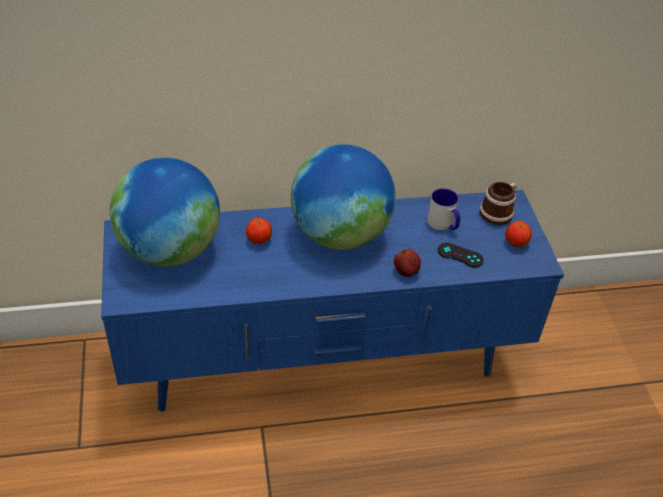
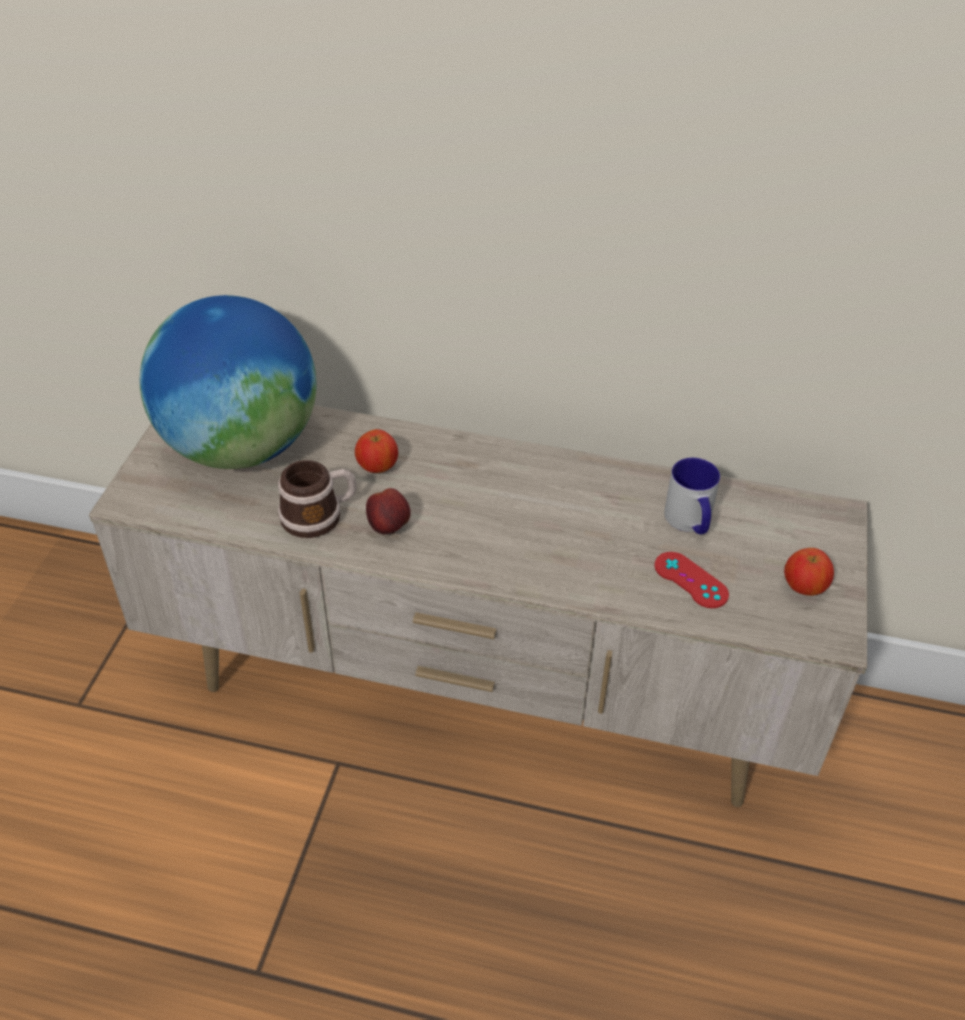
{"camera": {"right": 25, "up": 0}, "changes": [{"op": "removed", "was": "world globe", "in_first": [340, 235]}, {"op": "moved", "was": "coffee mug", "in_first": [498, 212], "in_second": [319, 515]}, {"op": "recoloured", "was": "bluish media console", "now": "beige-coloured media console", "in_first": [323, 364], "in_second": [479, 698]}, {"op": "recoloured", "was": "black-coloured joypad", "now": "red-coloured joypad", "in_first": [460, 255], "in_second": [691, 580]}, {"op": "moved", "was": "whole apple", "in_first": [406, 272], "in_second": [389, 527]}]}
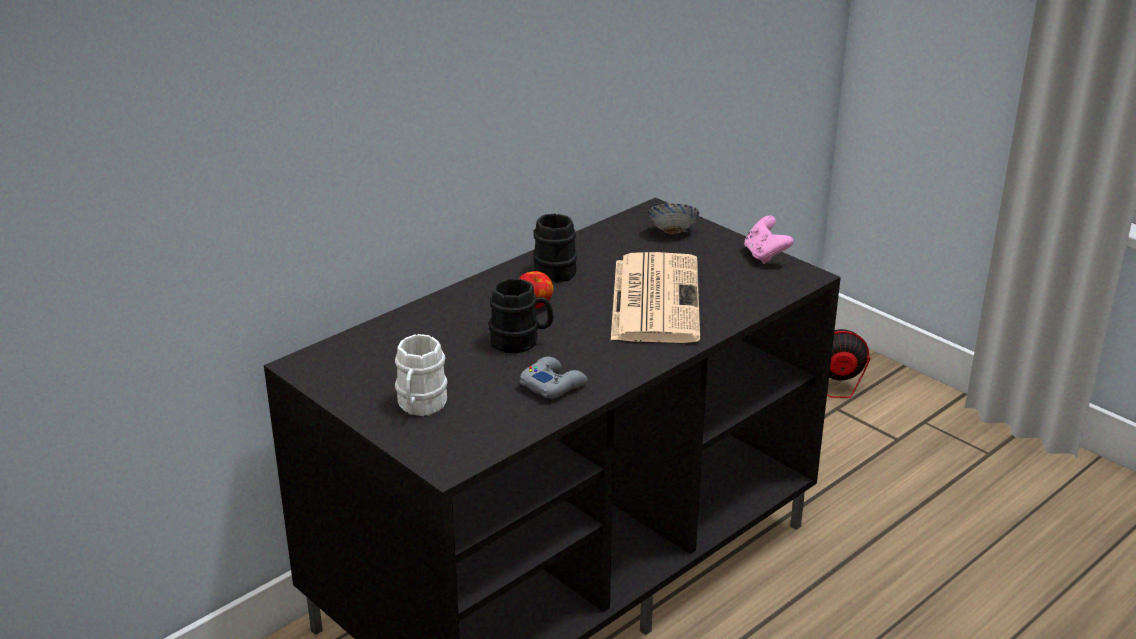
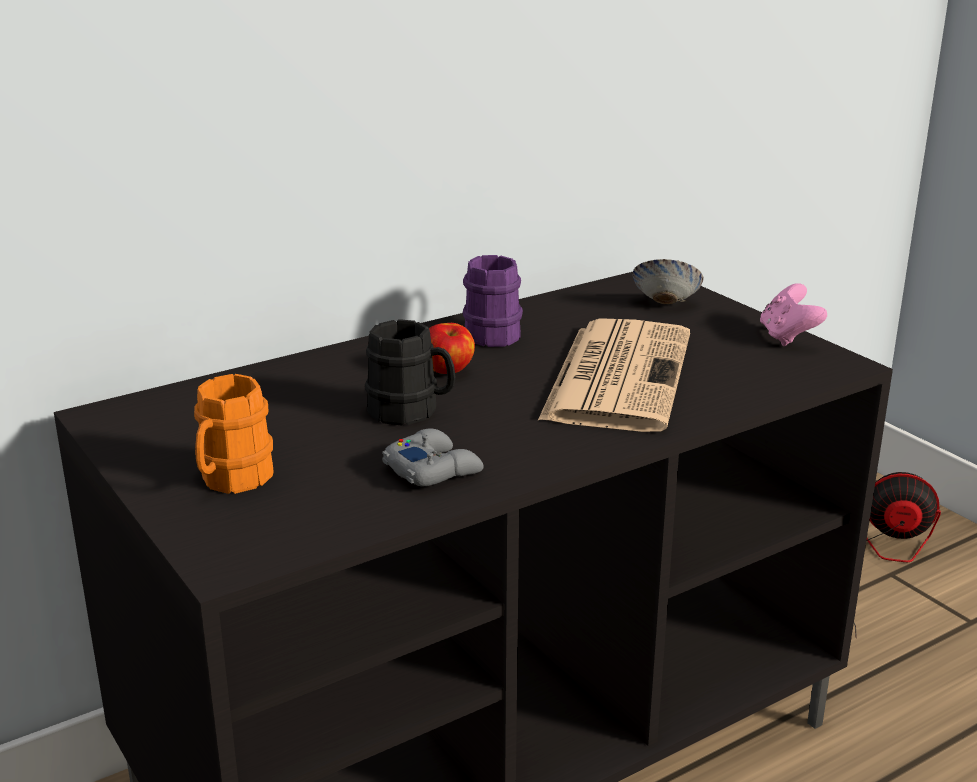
{"camera": {"right": 10, "up": -5}, "changes": [{"op": "recoloured", "was": "black-coloured coffee mug", "now": "purplish coffee mug", "in_first": [553, 269], "in_second": [491, 332]}, {"op": "recoloured", "was": "white coffee mug", "now": "orange-coloured coffee mug", "in_first": [420, 406], "in_second": [231, 480]}]}
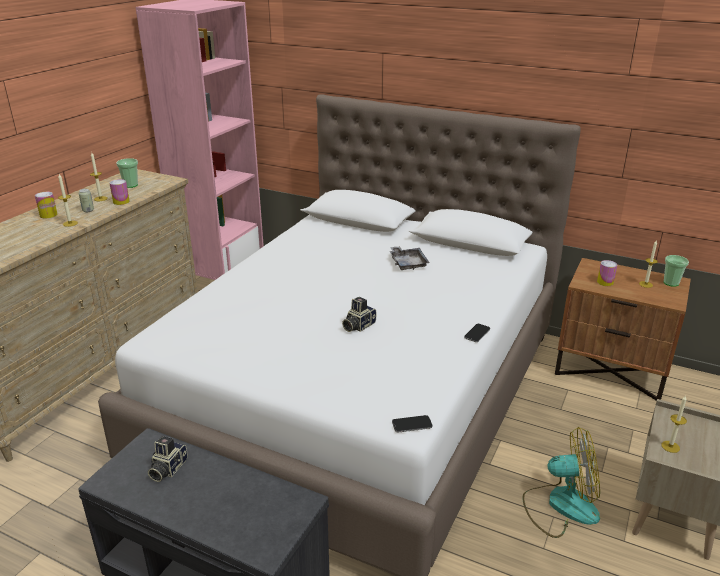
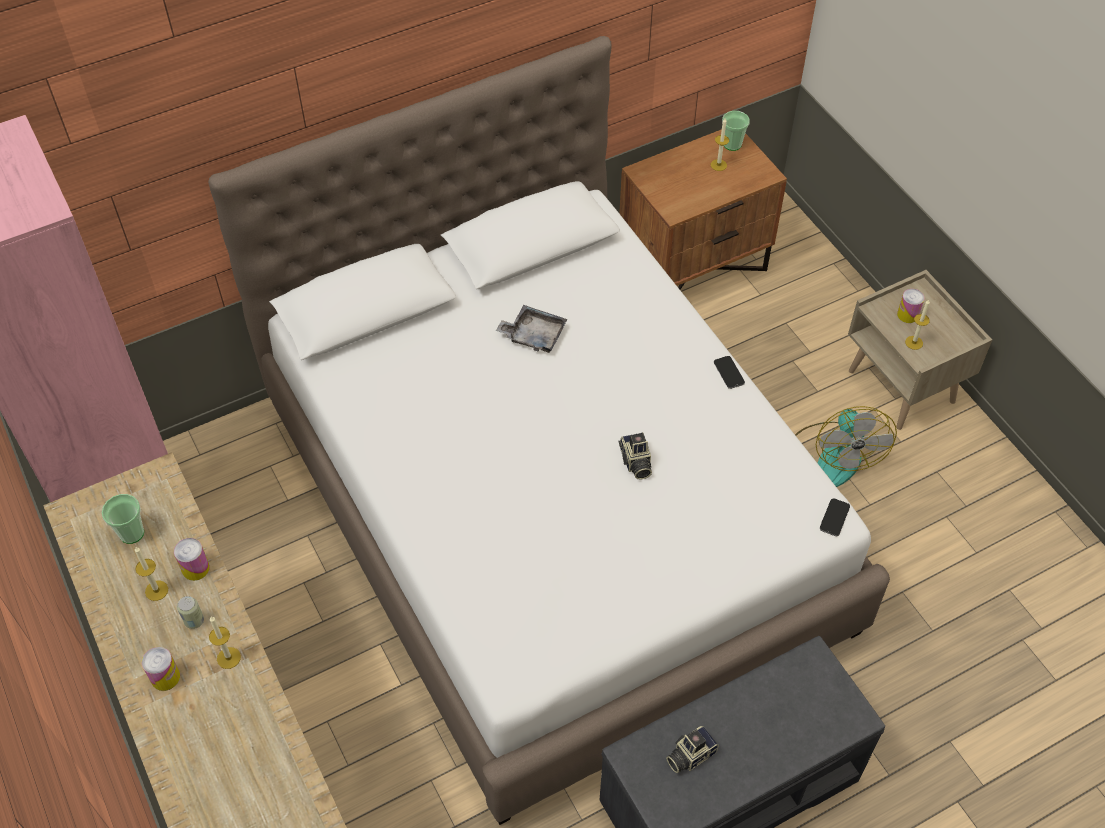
{"camera": {"right": -55, "up": 25}, "changes": [{"op": "moved", "was": "sealed can", "in_first": [605, 282], "in_second": [907, 315]}, {"op": "turned", "was": "cooling fan", "in_first": [560, 505], "in_second": [834, 455], "clockwise": 135}, {"op": "turned", "was": "photo camera", "in_first": [167, 469], "in_second": [689, 755], "clockwise": 90}]}
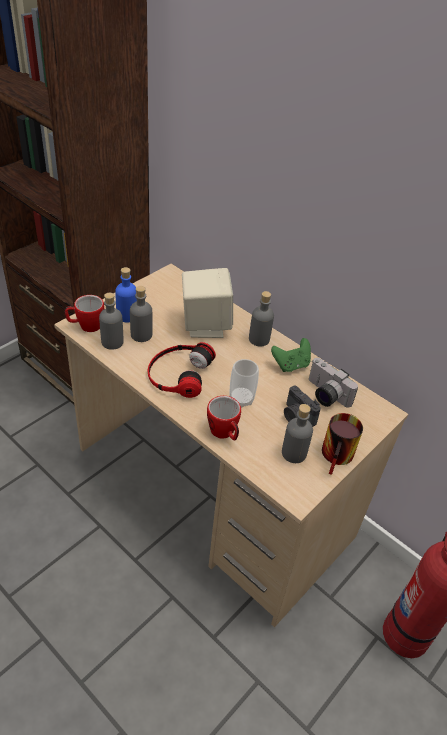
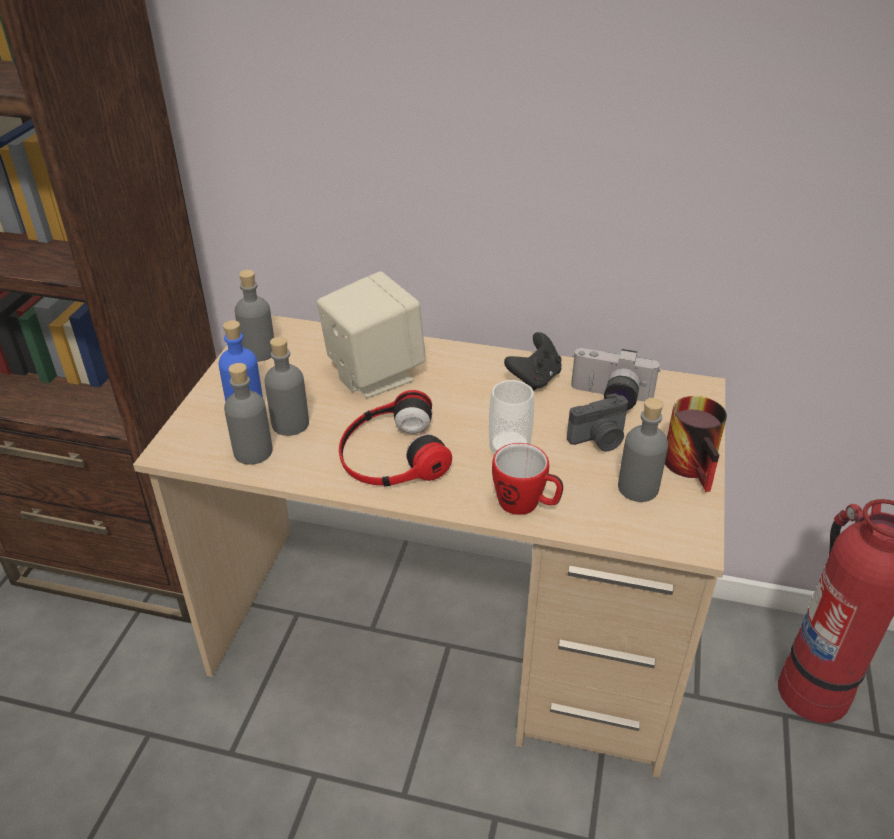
{"camera": {"right": -25, "up": -5}, "changes": [{"op": "moved", "was": "gray beverage bottle", "in_first": [259, 339], "in_second": [259, 352]}, {"op": "removed", "was": "coffee mug", "in_first": [86, 326]}, {"op": "recoloured", "was": "green-coloured joypad", "now": "black-coloured joypad", "in_first": [291, 365], "in_second": [534, 379]}, {"op": "turned", "was": "photo camera", "in_first": [296, 416], "in_second": [599, 440], "clockwise": -45}]}
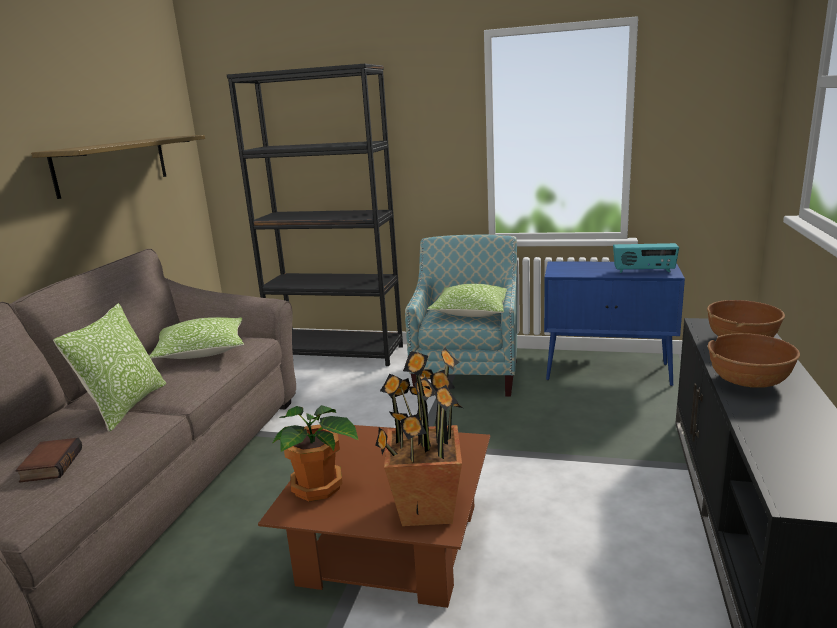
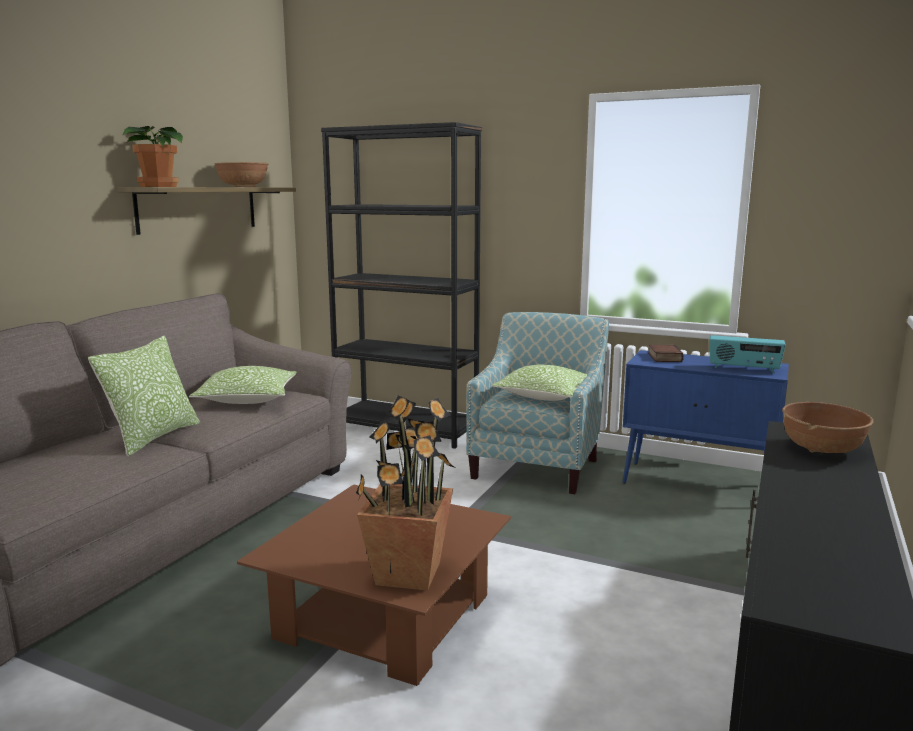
{"camera": {"right": 10, "up": -5}, "changes": [{"op": "moved", "was": "brownish deep dish", "in_first": [748, 382], "in_second": [243, 187]}, {"op": "moved", "was": "houseplant", "in_first": [318, 488], "in_second": [158, 186]}, {"op": "moved", "was": "bound book", "in_first": [50, 465], "in_second": [663, 357]}]}
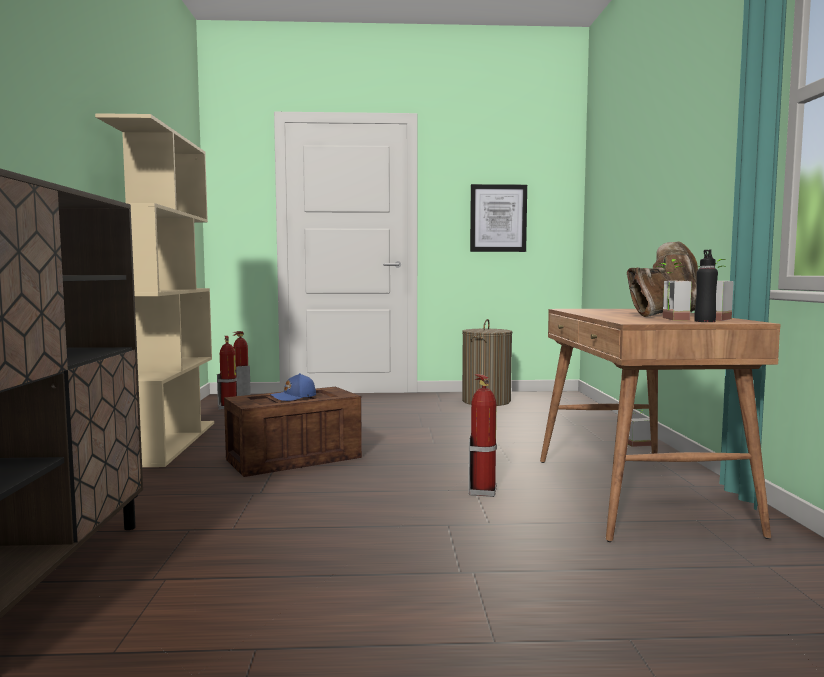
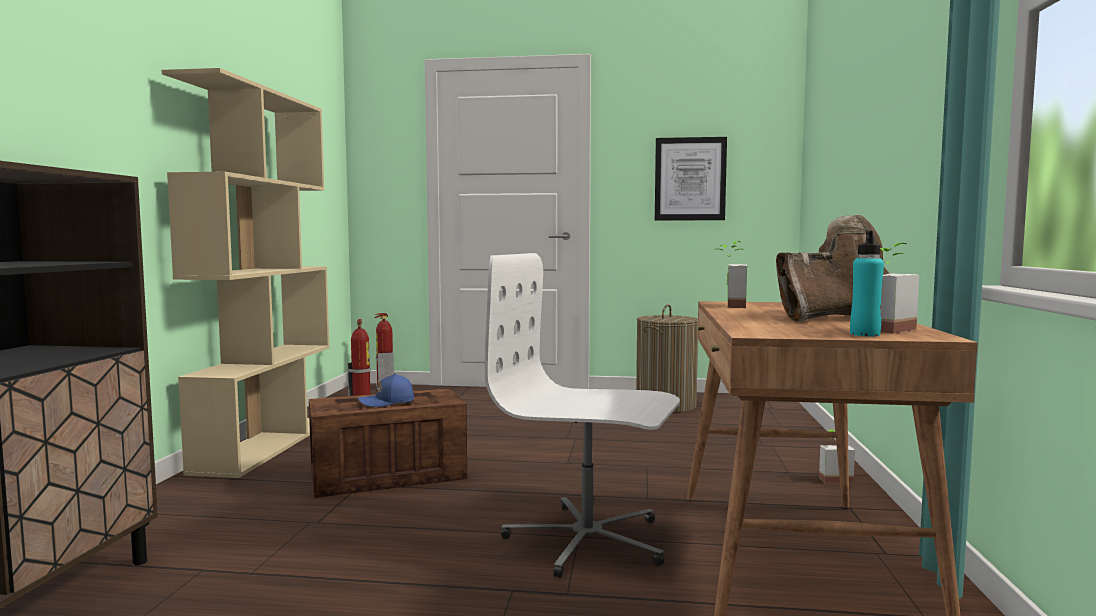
{"camera": {"right": 10, "up": 0}, "changes": [{"op": "recoloured", "was": "black-coloured beverage bottle", "now": "turquoise-coloured beverage bottle", "in_first": [704, 321], "in_second": [865, 334]}, {"op": "moved", "was": "houseplant", "in_first": [668, 319], "in_second": [728, 306]}, {"op": "replaced", "was": "fire extinguisher", "now": "white computer chair", "in_first": [483, 491], "in_second": [587, 540]}]}
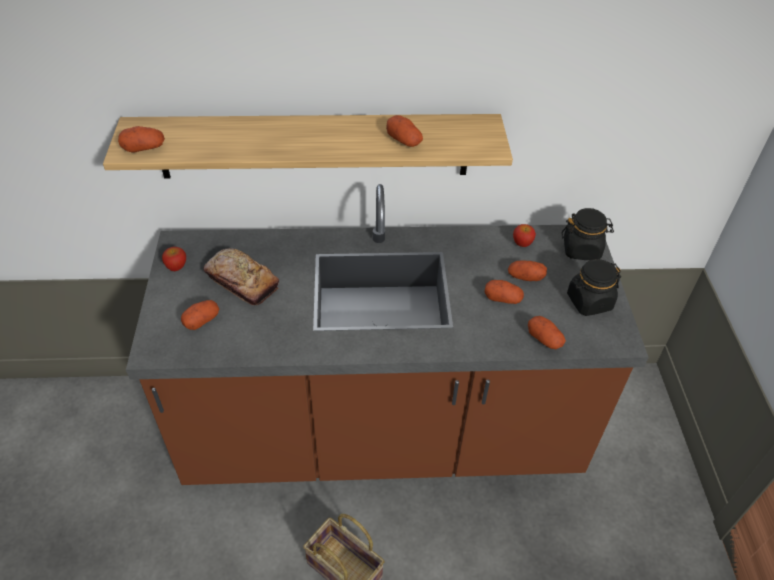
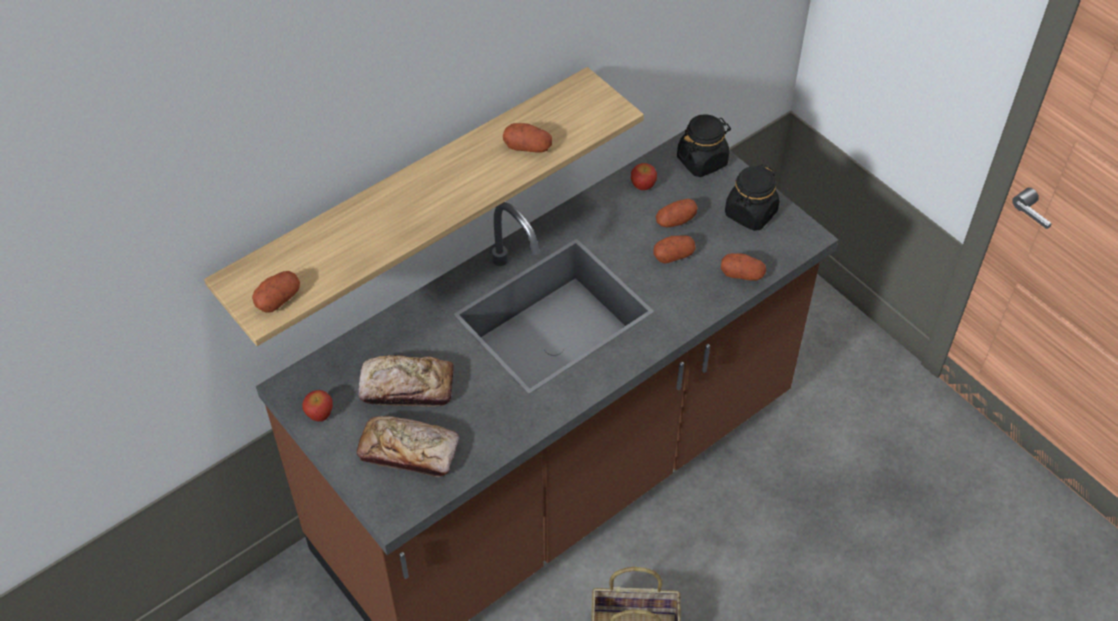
{"camera": {"right": -35, "up": 5}, "changes": [{"op": "replaced", "was": "potato", "now": "bread", "in_first": [202, 320], "in_second": [409, 452]}]}
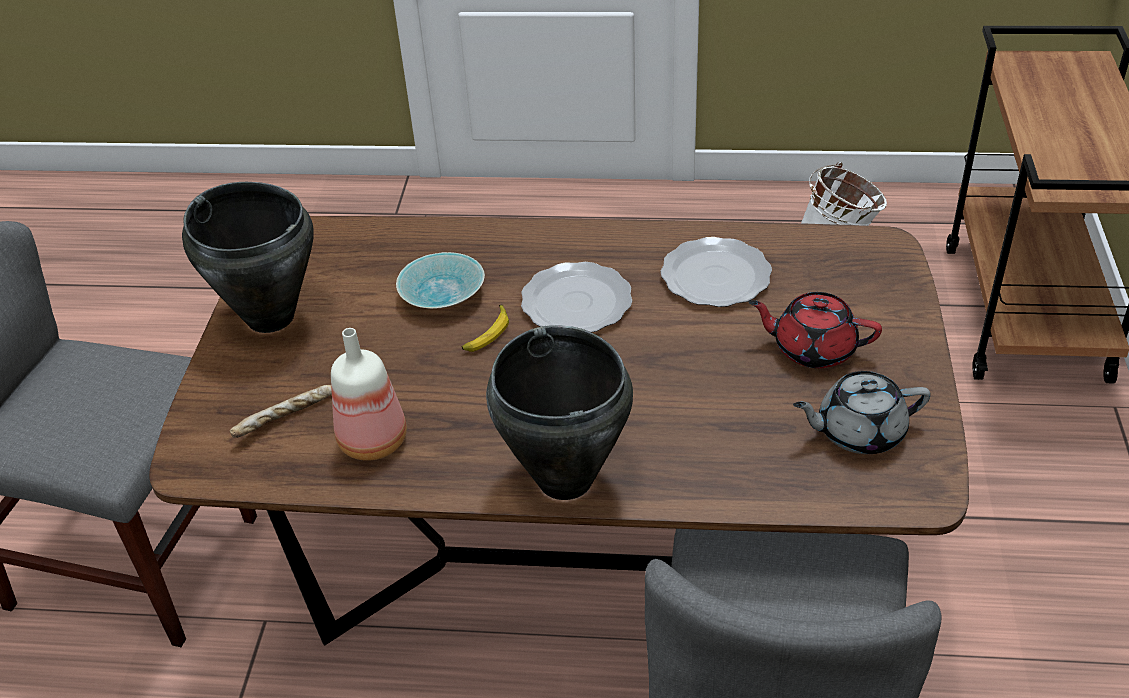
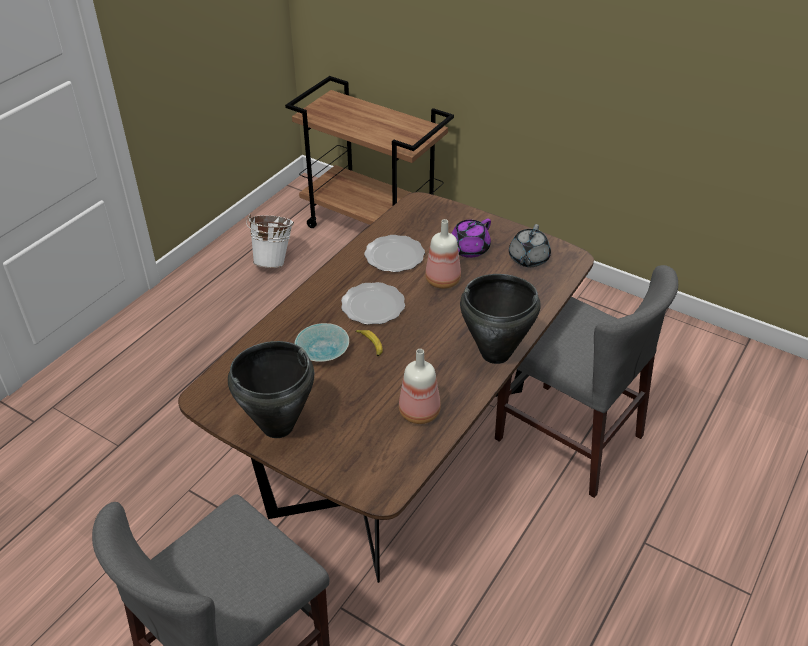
{"camera": {"right": -65, "up": 0}, "changes": [{"op": "recoloured", "was": "red-coloured teapot", "now": "purplish teapot", "in_first": [812, 348], "in_second": [468, 249]}, {"op": "removed", "was": "bread", "in_first": [286, 419]}, {"op": "added", "now": "beverage bottle", "in_second": [444, 280]}]}
